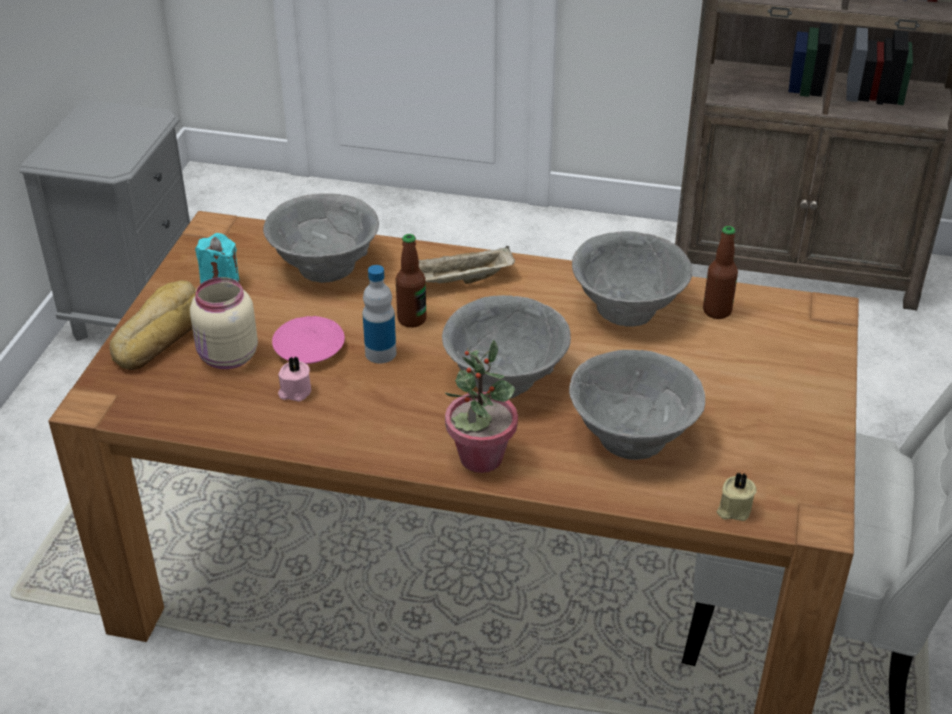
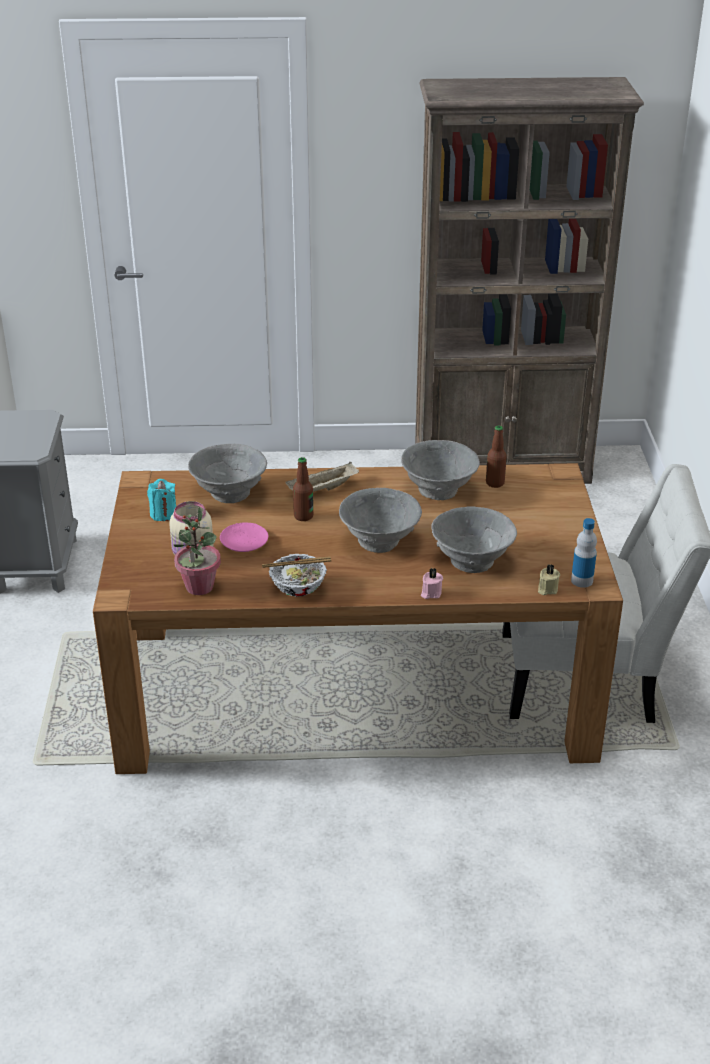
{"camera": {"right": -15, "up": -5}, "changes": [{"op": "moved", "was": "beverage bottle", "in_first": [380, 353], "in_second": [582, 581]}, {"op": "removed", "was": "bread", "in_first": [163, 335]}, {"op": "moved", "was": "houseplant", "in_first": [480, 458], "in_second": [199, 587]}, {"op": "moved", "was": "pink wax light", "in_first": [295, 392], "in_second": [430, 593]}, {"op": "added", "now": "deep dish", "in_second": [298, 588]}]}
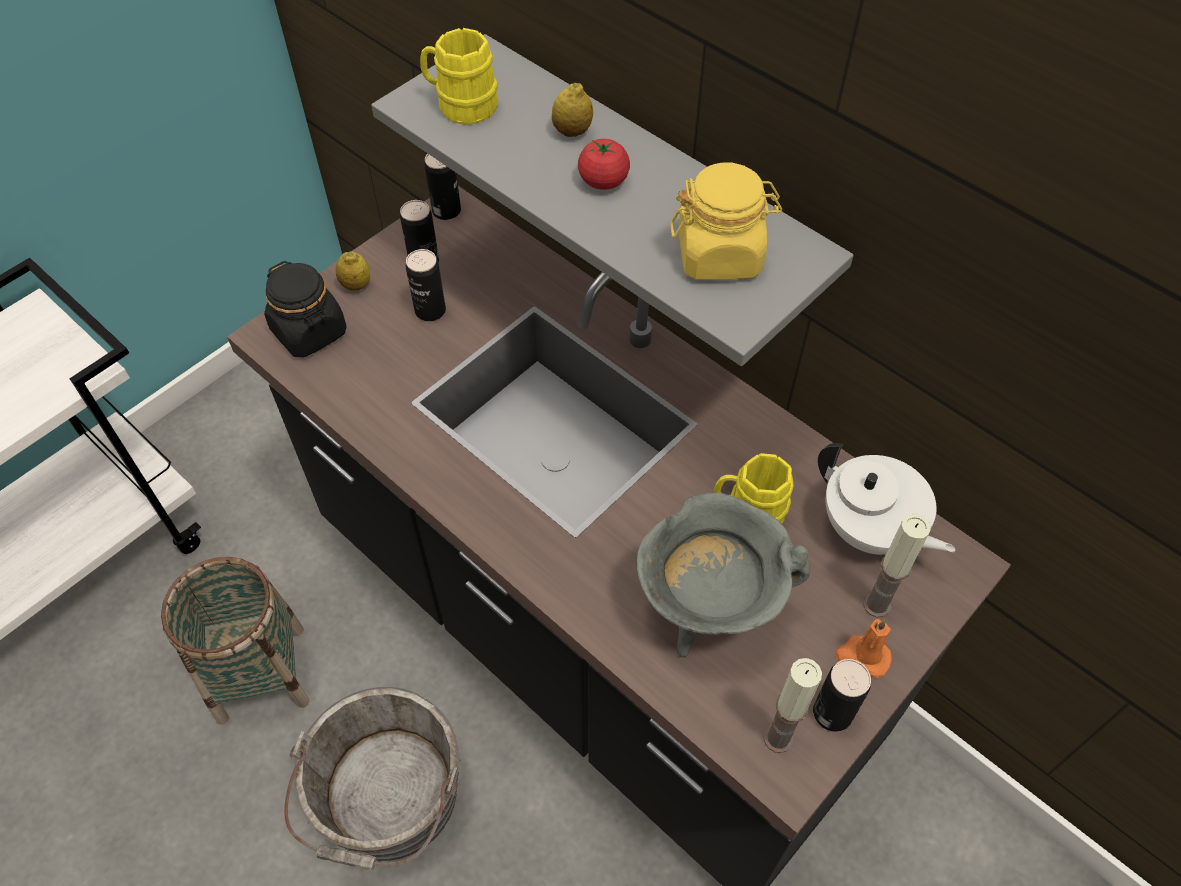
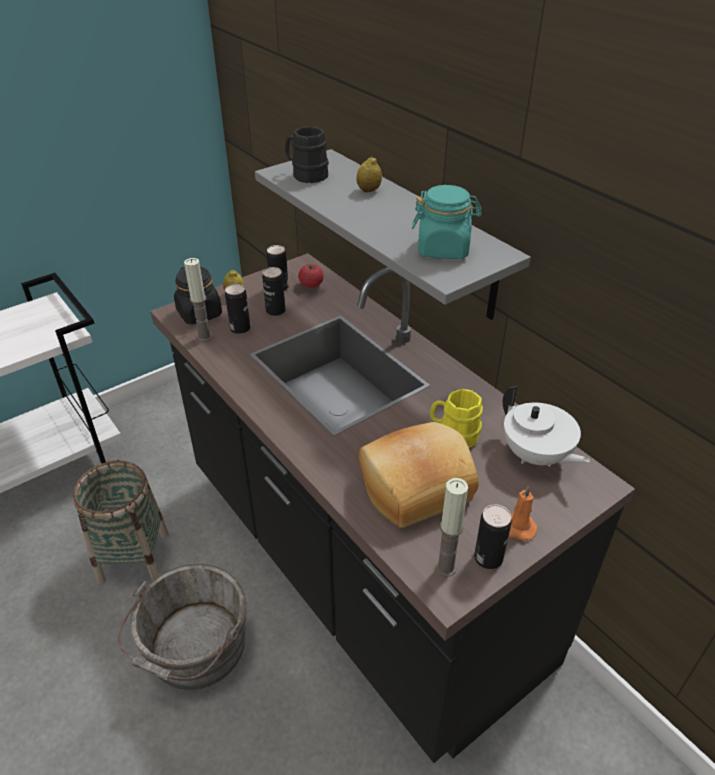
{"camera": {"right": 10, "up": -15}, "changes": [{"op": "recoloured", "was": "yellow coffee mug", "now": "black-coloured coffee mug", "in_first": [460, 105], "in_second": [306, 175]}, {"op": "moved", "was": "tomato", "in_first": [603, 181], "in_second": [311, 285]}, {"op": "moved", "was": "sealed can", "in_first": [446, 211], "in_second": [240, 328]}, {"op": "recoloured", "was": "yellow jar", "now": "turquoise-coloured jar", "in_first": [720, 255], "in_second": [443, 249]}, {"op": "replaced", "was": "gray stockpot", "now": "bread", "in_first": [709, 608], "in_second": [414, 485]}, {"op": "moved", "was": "wax light", "in_first": [877, 605], "in_second": [205, 337]}]}
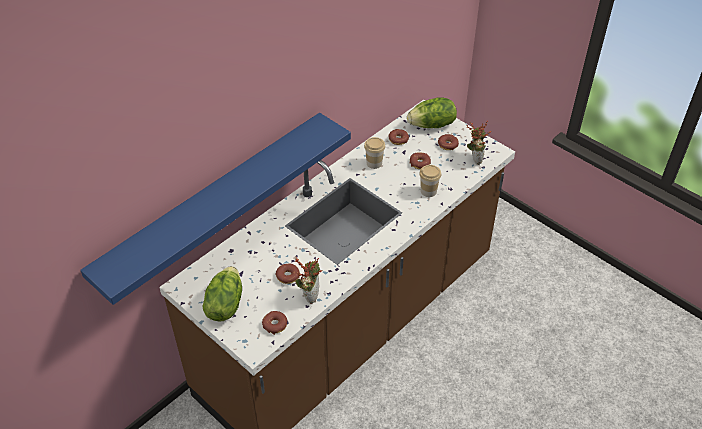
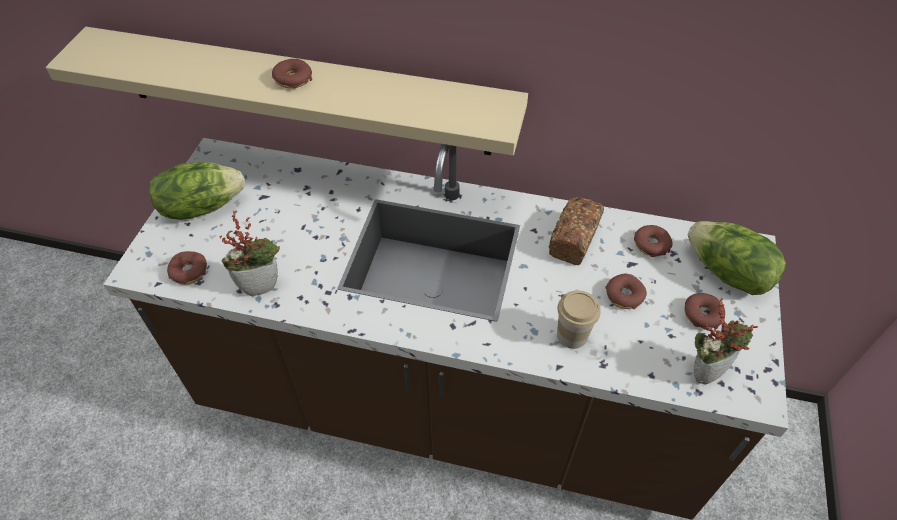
{"camera": {"right": 60, "up": 5}, "changes": [{"op": "recoloured", "was": "bluish wall shelf", "now": "beige-coloured wall shelf", "in_first": [214, 203], "in_second": [303, 92]}, {"op": "replaced", "was": "cup", "now": "bread", "in_first": [374, 163], "in_second": [573, 239]}, {"op": "moved", "was": "doughnut", "in_first": [288, 276], "in_second": [293, 79]}]}
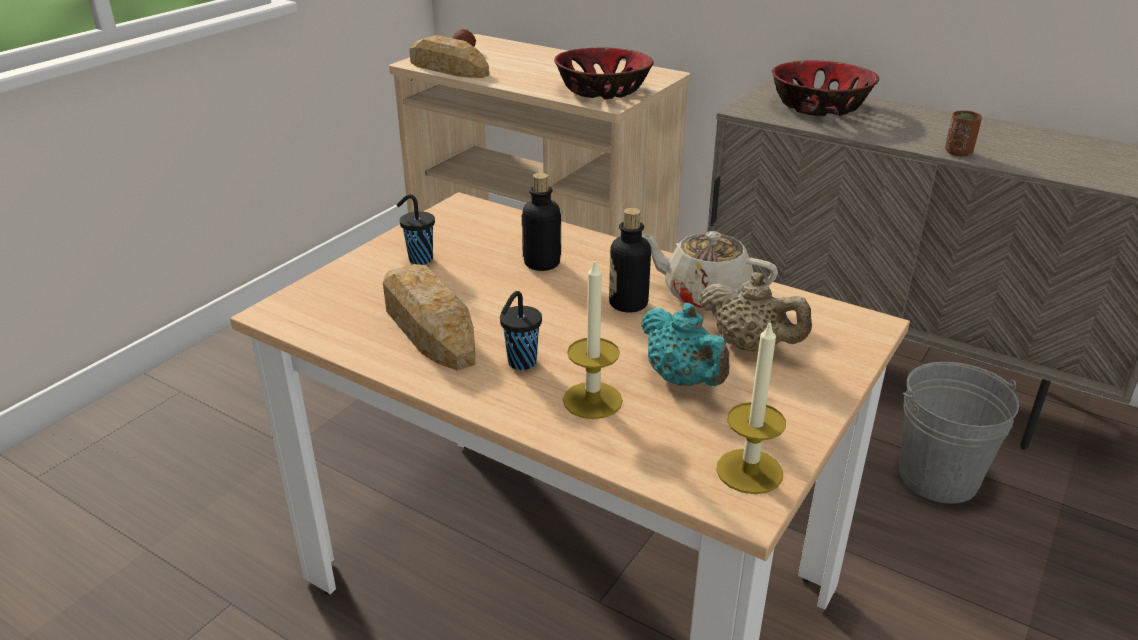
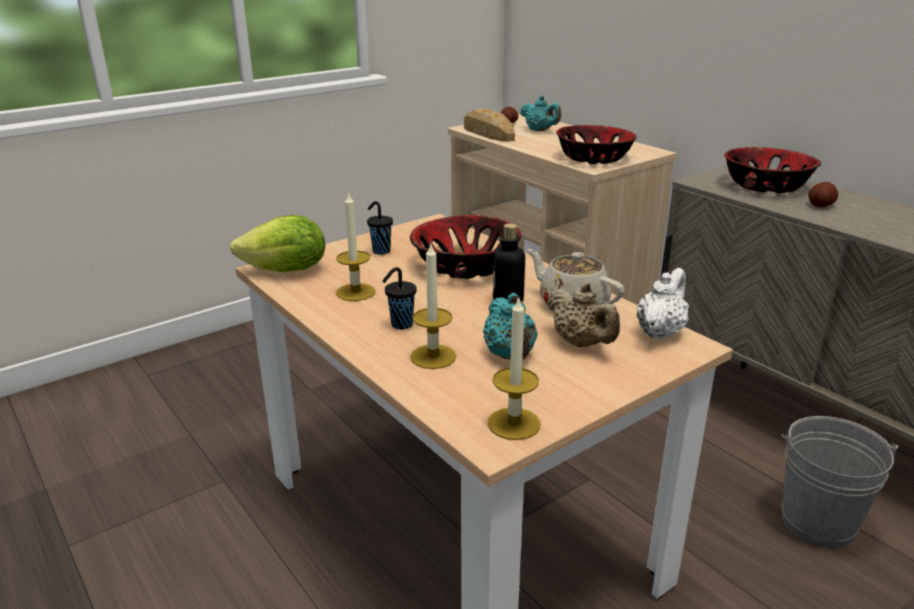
{"camera": {"right": 20, "up": -5}, "changes": [{"op": "removed", "was": "brownish cup", "in_first": [958, 152]}, {"op": "replaced", "was": "beverage bottle", "now": "deep dish", "in_first": [542, 263], "in_second": [464, 266]}, {"op": "replaced", "was": "bread", "now": "wax light", "in_first": [428, 326], "in_second": [355, 292]}, {"op": "added", "now": "turquoise-coloured teapot", "in_second": [540, 130]}, {"op": "added", "now": "potato", "in_second": [820, 205]}, {"op": "added", "now": "lettuce", "in_second": [287, 271]}, {"op": "added", "now": "white teapot", "in_second": [660, 332]}]}
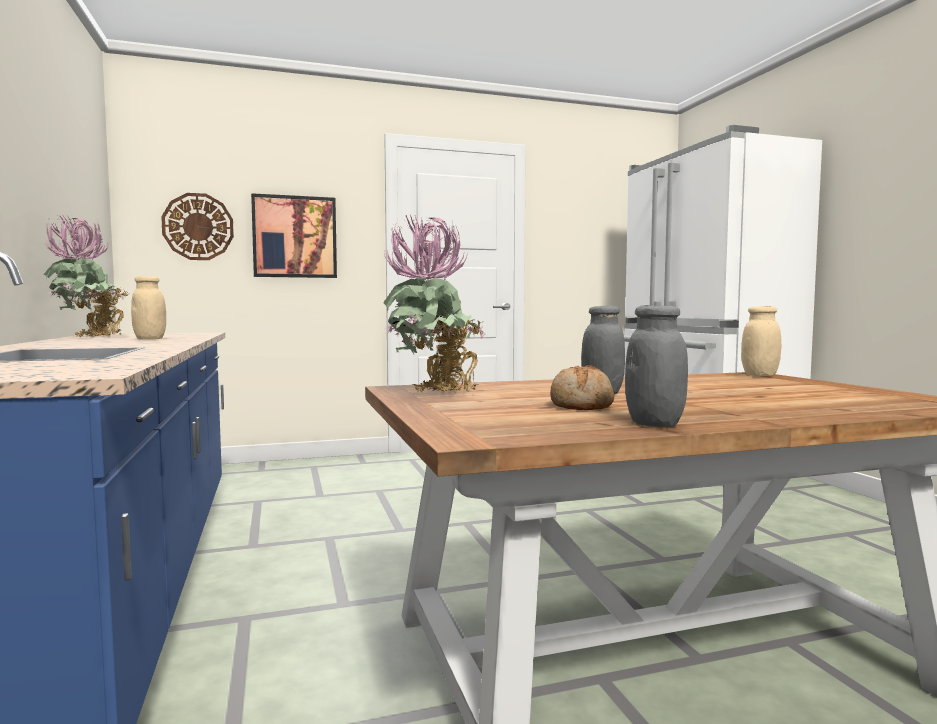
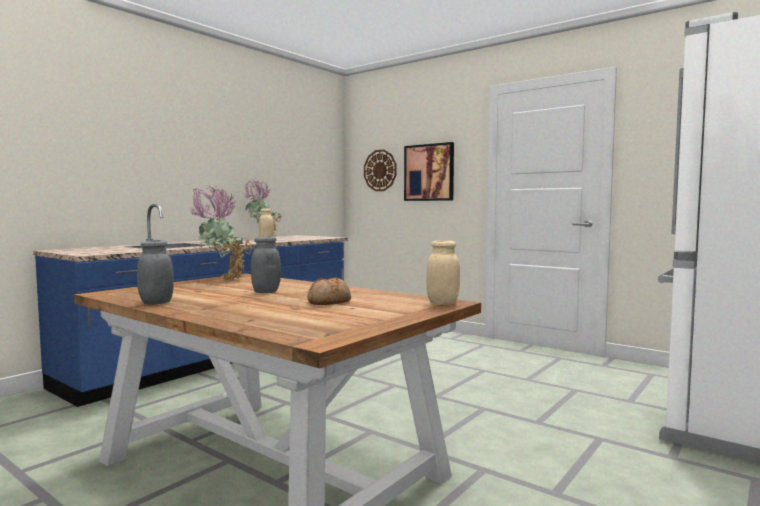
{"camera": {"right": 55, "up": 0}, "changes": [{"op": "moved", "was": "bread", "in_first": [582, 405], "in_second": [329, 302]}]}
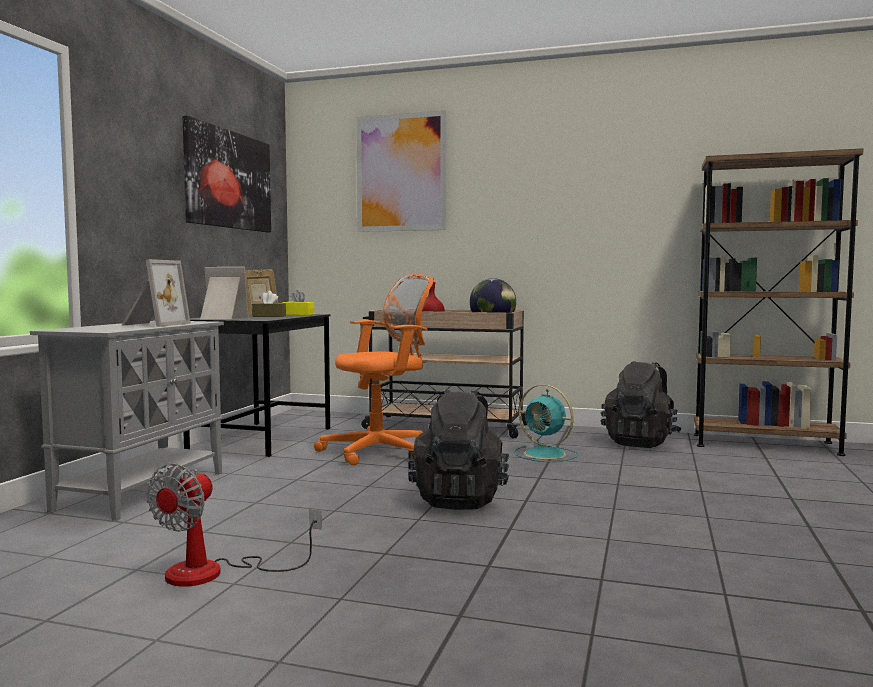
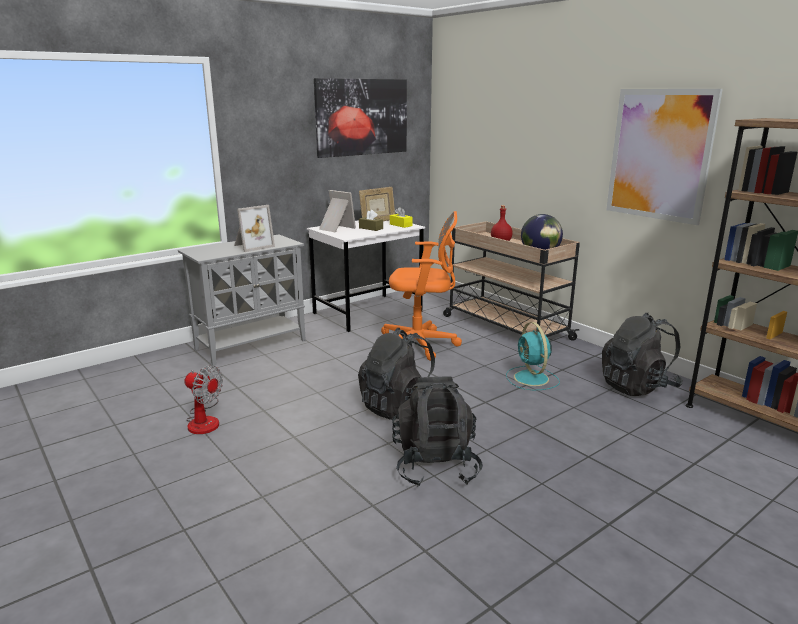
{"camera": {"right": 35, "up": 15}, "changes": [{"op": "moved", "was": "wall picture", "in_first": [401, 173], "in_second": [660, 155]}, {"op": "recoloured", "was": "black-coloured desk unit", "now": "white desk unit", "in_first": [261, 439], "in_second": [368, 312]}, {"op": "turned", "was": "cooling fan", "in_first": [215, 572], "in_second": [204, 420], "clockwise": -120}, {"op": "added", "now": "black-coloured knapsack", "in_second": [435, 466]}]}
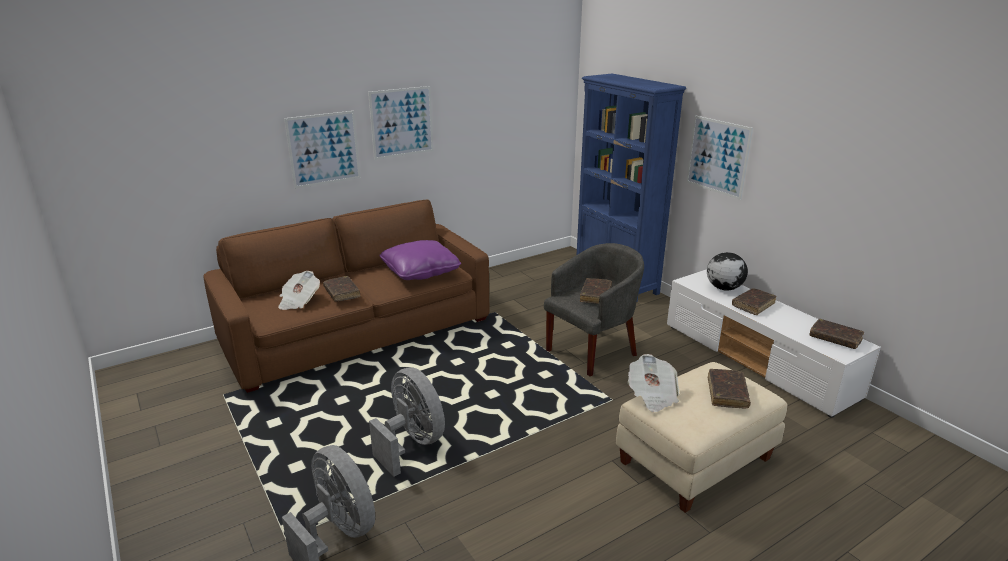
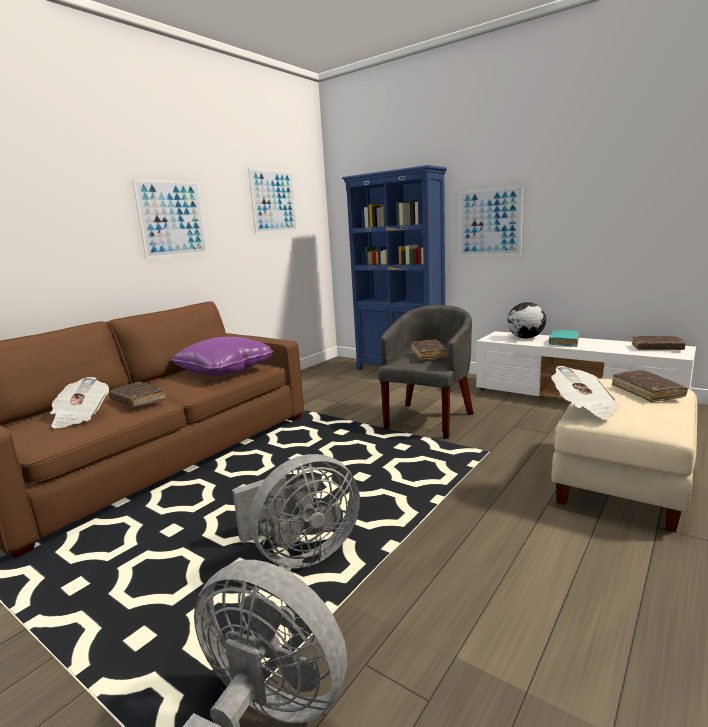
{"camera": {"right": -20, "up": -10}, "changes": [{"op": "moved", "was": "wall picture", "in_first": [324, 149], "in_second": [274, 201]}, {"op": "recoloured", "was": "brownish bound book", "now": "turquoise-coloured bound book", "in_first": [753, 305], "in_second": [563, 342]}, {"op": "turned", "was": "gray cooling fan", "in_first": [412, 443], "in_second": [301, 554], "clockwise": 120}]}
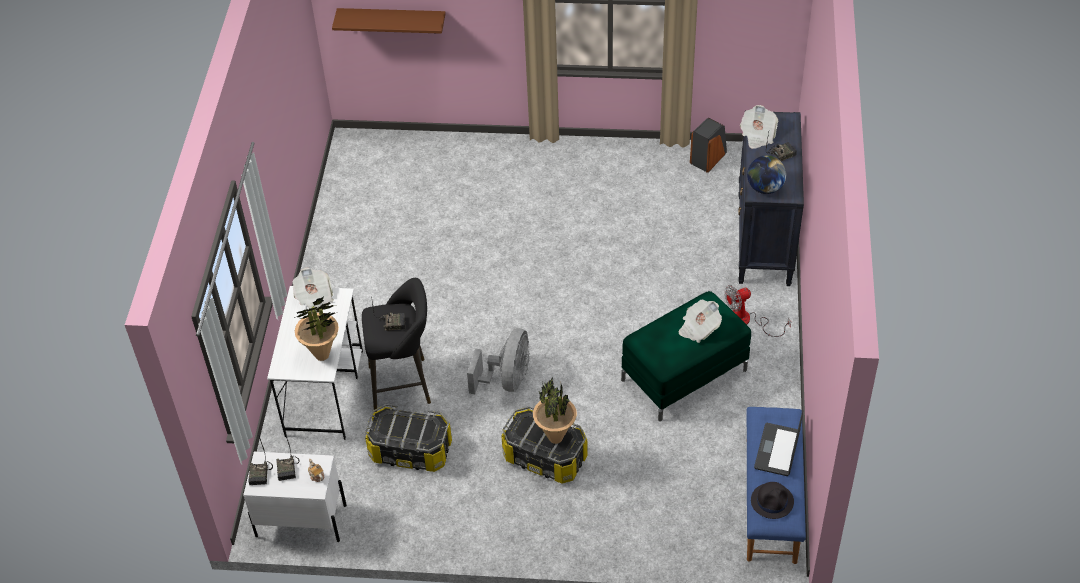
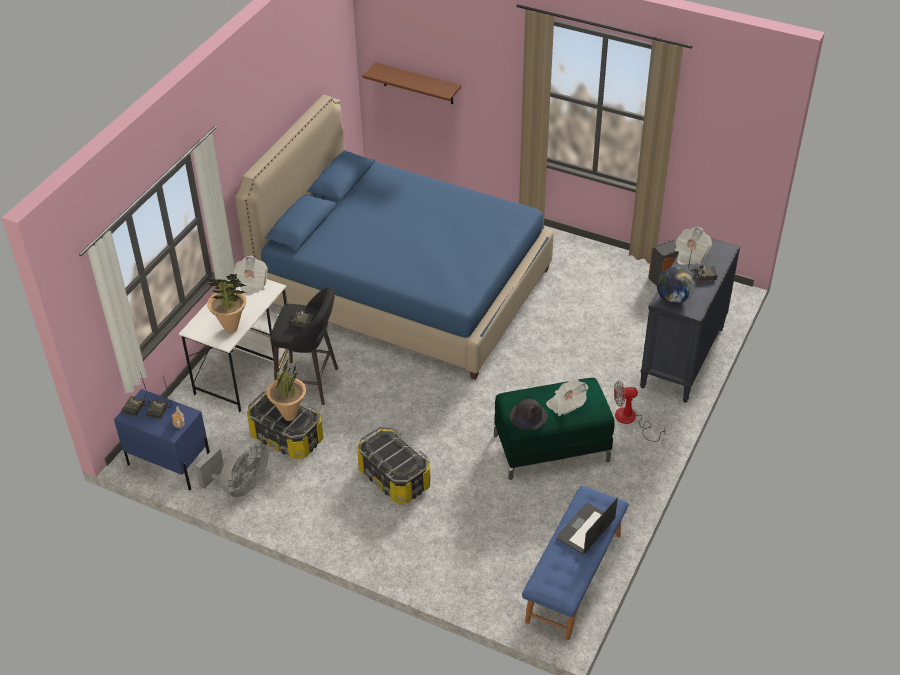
{"camera": {"right": 20, "up": -5}, "changes": [{"op": "moved", "was": "gray cooling fan", "in_first": [507, 380], "in_second": [240, 485]}, {"op": "moved", "was": "houseplant", "in_first": [555, 437], "in_second": [289, 416]}, {"op": "recoloured", "was": "white bedside table", "now": "bluish bedside table", "in_first": [300, 520], "in_second": [169, 463]}, {"op": "moved", "was": "black-coloured hat", "in_first": [772, 501], "in_second": [529, 416]}, {"op": "added", "now": "bluish sleeping bed", "in_second": [403, 287]}]}
